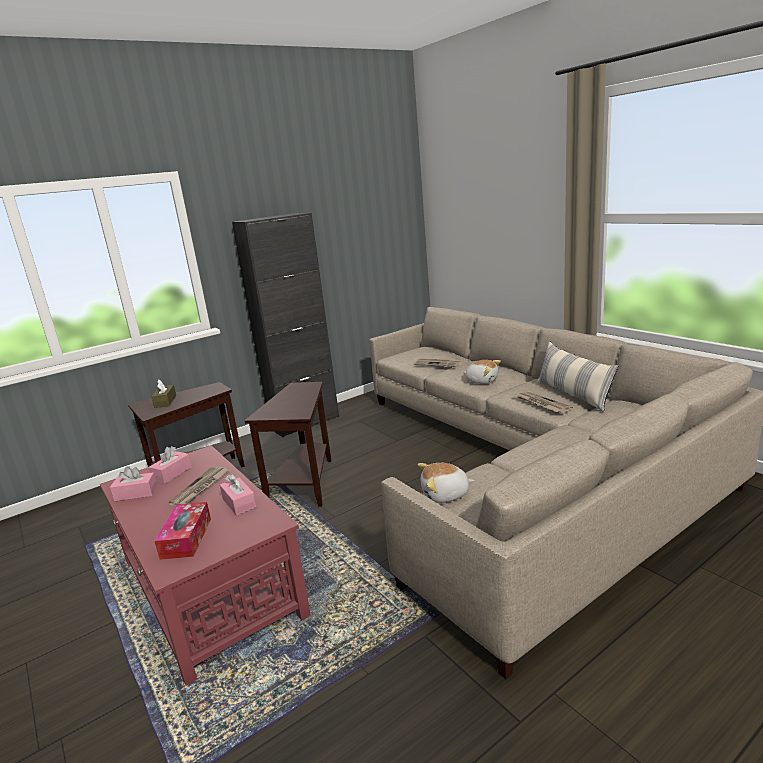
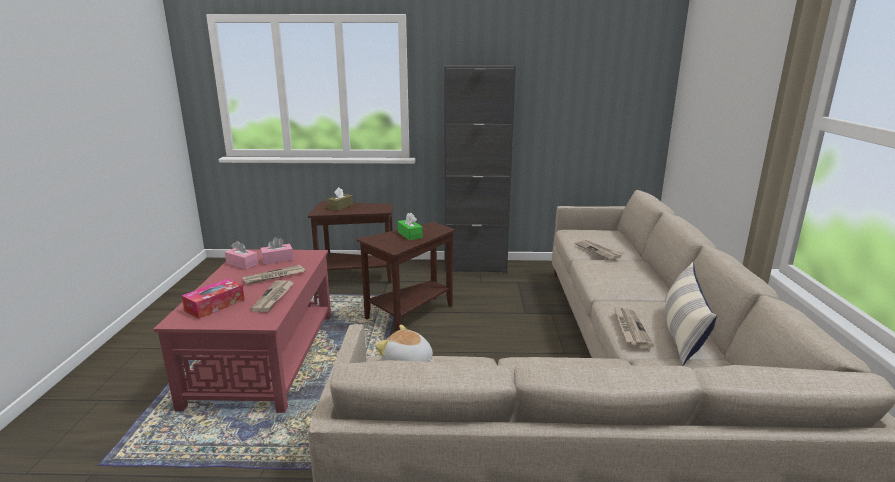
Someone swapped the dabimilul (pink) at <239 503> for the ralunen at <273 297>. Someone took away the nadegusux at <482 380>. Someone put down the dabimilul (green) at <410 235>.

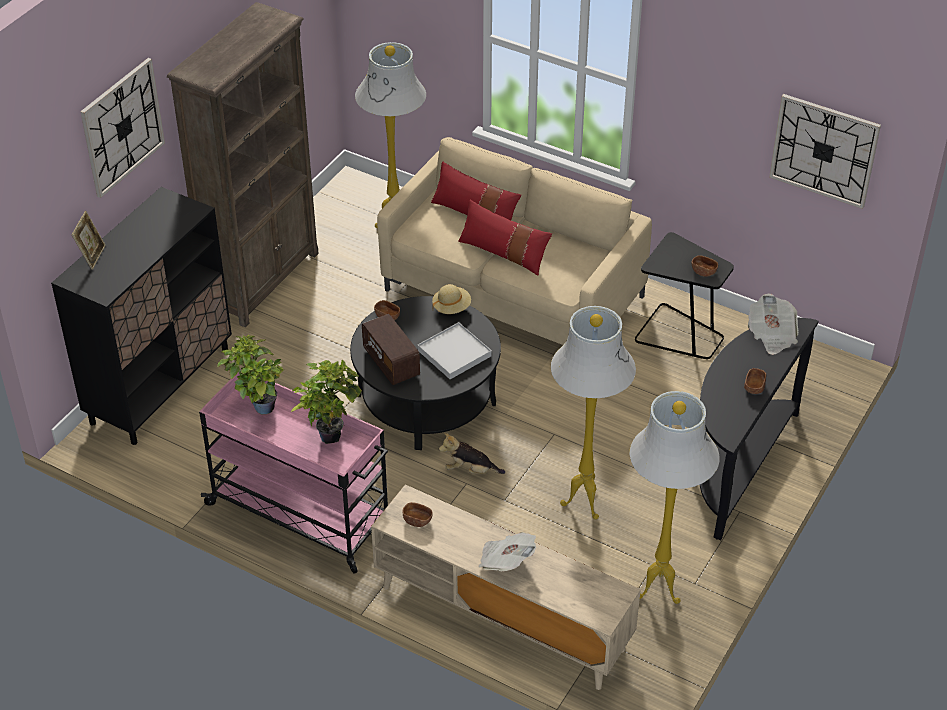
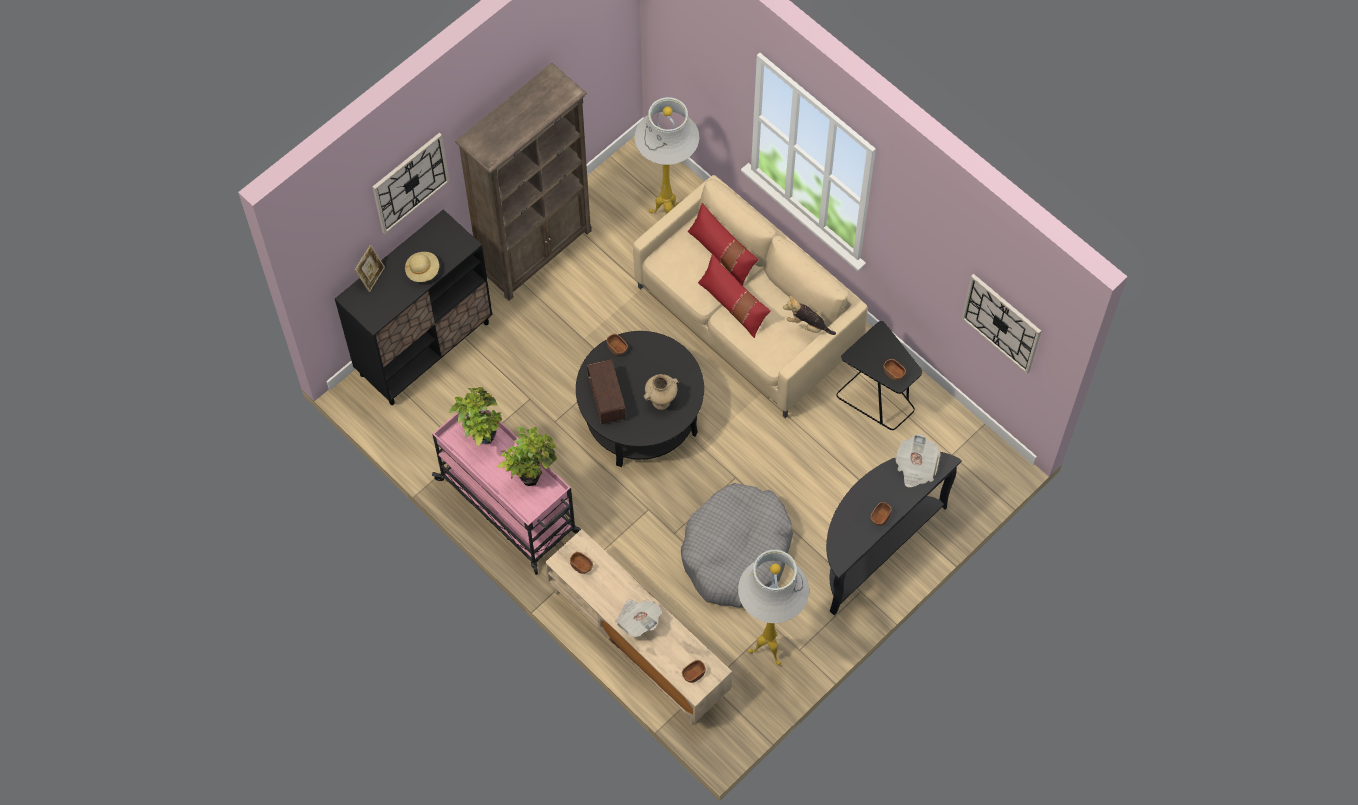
Someone swapped the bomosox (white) at <454 353> for the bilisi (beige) at <661 400>. Someone carried the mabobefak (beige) from <451 307> to <423 271>. Someone carried the nadegusux from <470 470> to <807 325>. Someone swapped the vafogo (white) at <583 503> for the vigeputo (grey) at <736 552>. Someone put down the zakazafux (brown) at <693 674>.

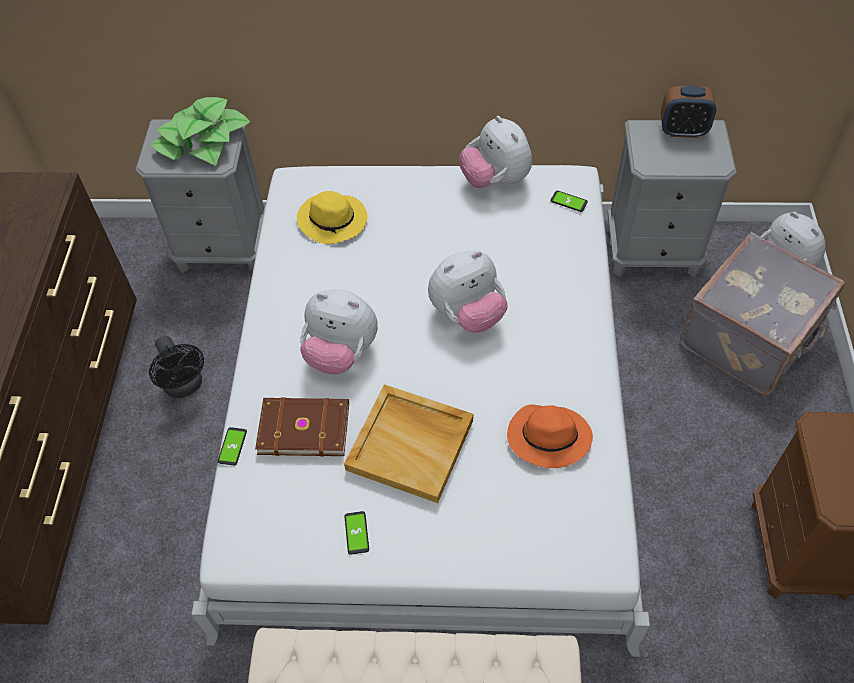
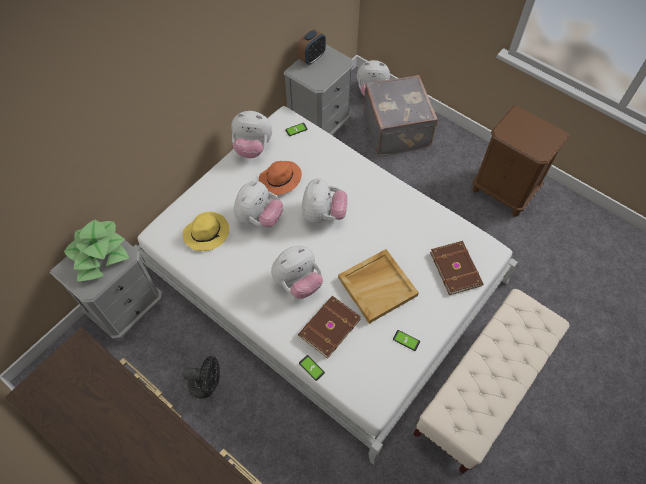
Someone carried the mabobefak (orange) from <547 438> to <280 180>. Someone put down the nadegusux at <259 218>. Someone put down the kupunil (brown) at <456 268>.

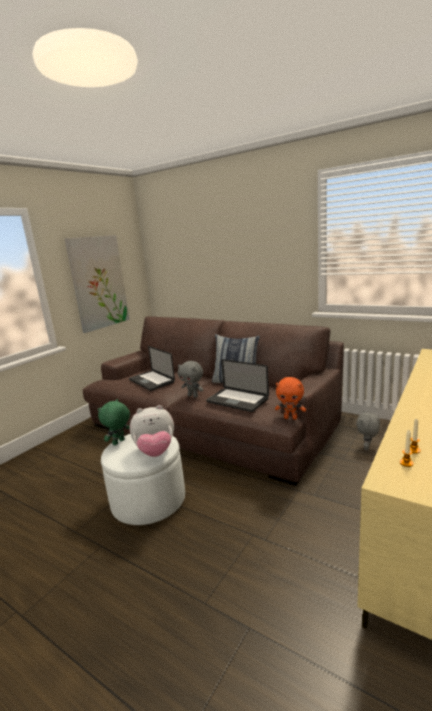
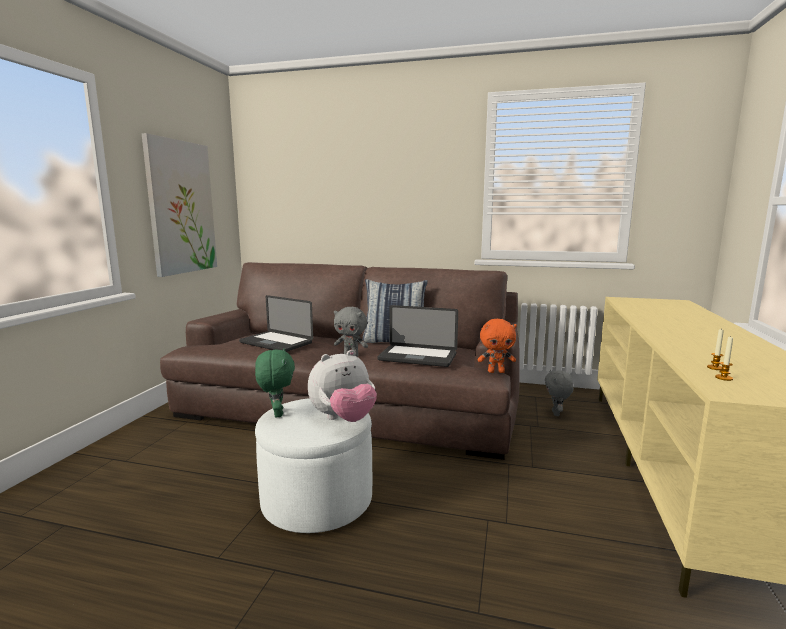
Someone rotated the nadegusux (green) at <119 442> by 150 degrees clockwise.

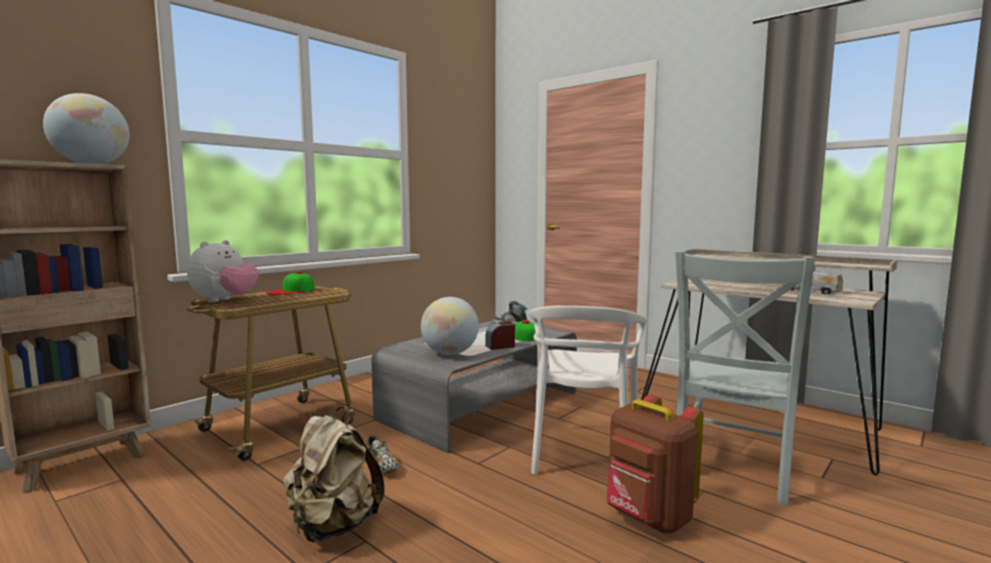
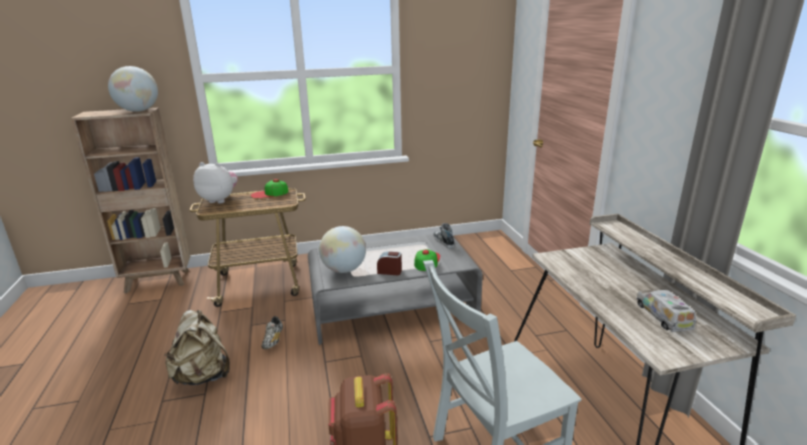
Someone rotated the nadegusux at <225 301> by 135 degrees counterclockwise. Someone took away the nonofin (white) at <582 452>.

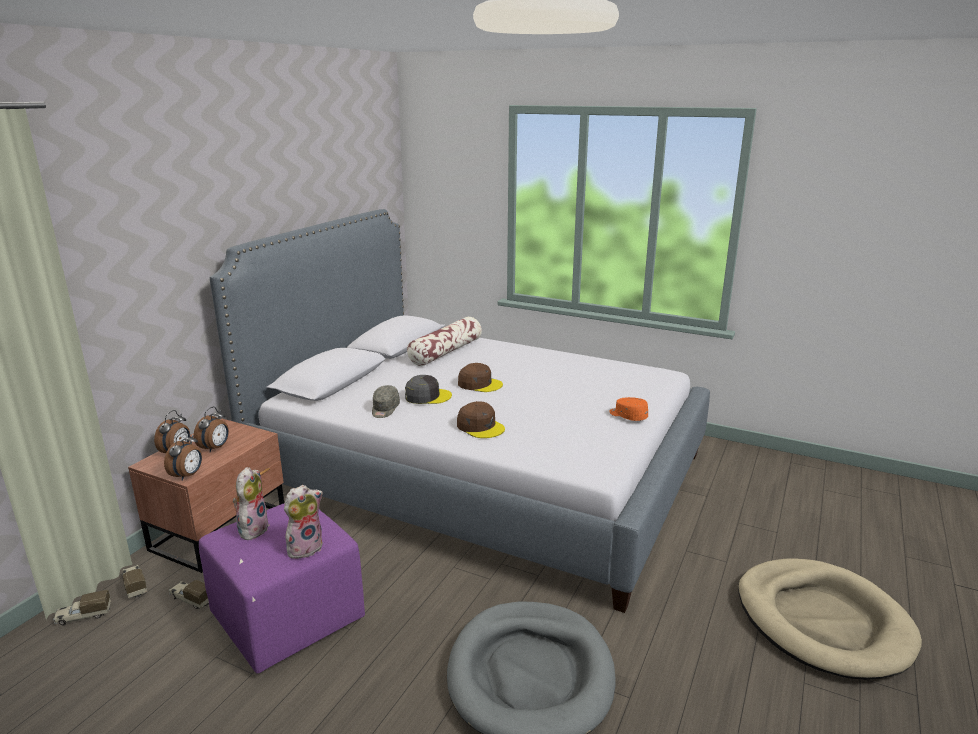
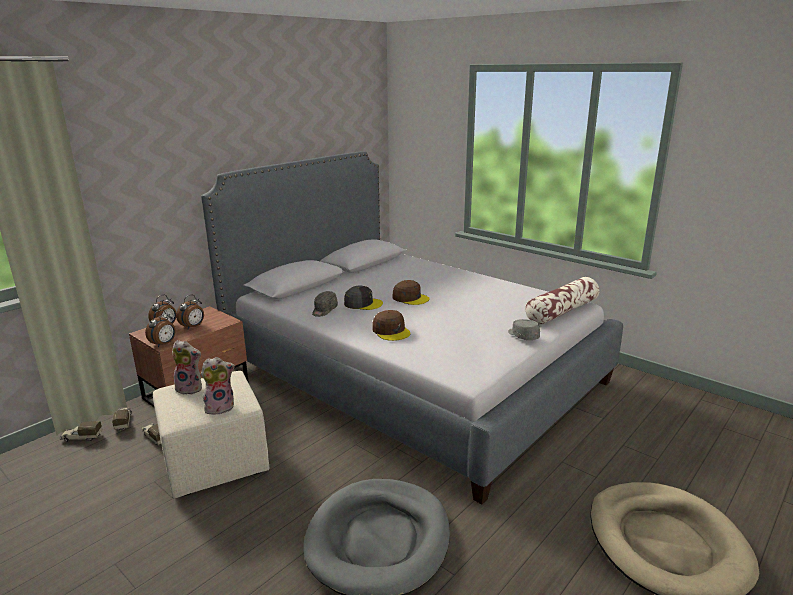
Someone repainted the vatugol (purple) at <287 620>, which became the vatugol (beige) at <214 463>. Someone rotated the nadegusux at <252 528> by 75 degrees clockwise. Someone carried the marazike from <446 352> to <562 311>. Someone repainted the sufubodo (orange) at <627 416>, which became the sufubodo (grey) at <522 336>.

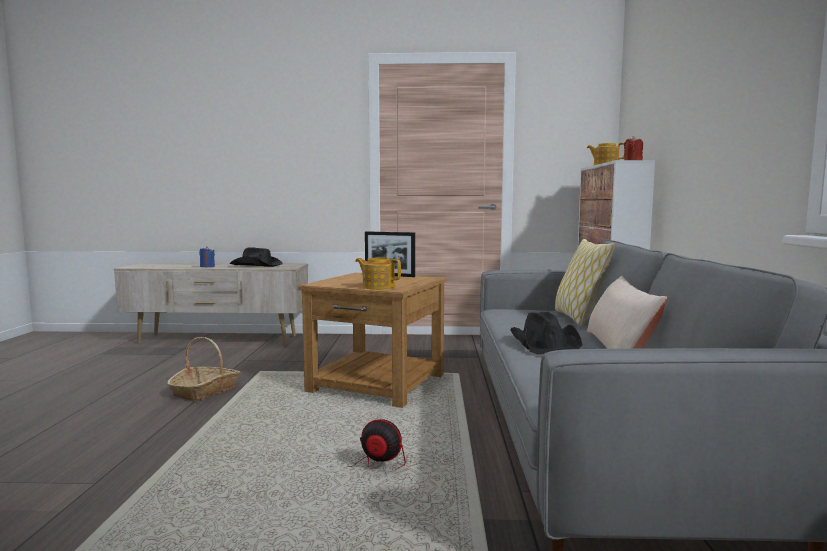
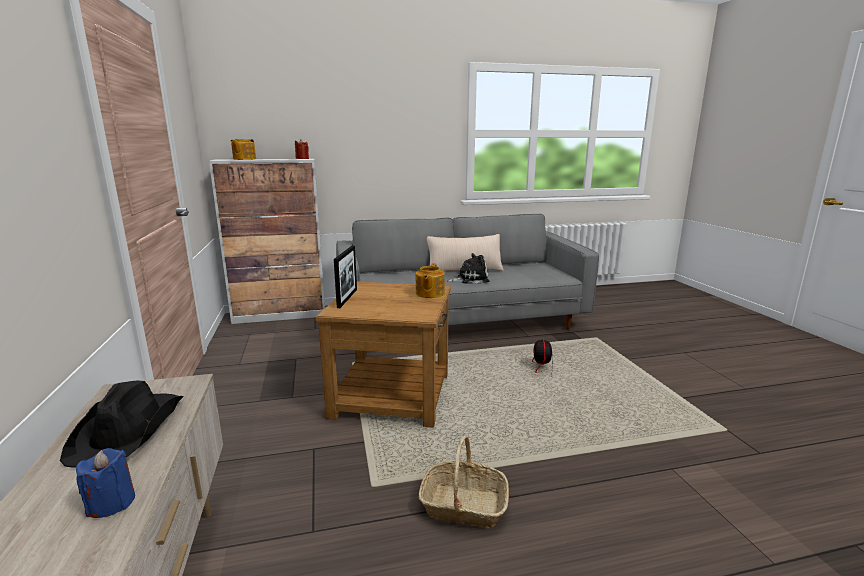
Someone swapped the mabobefak (black) at <545 343> for the nadegusux at <470 279>. Someone took away the marazike at <579 318>.

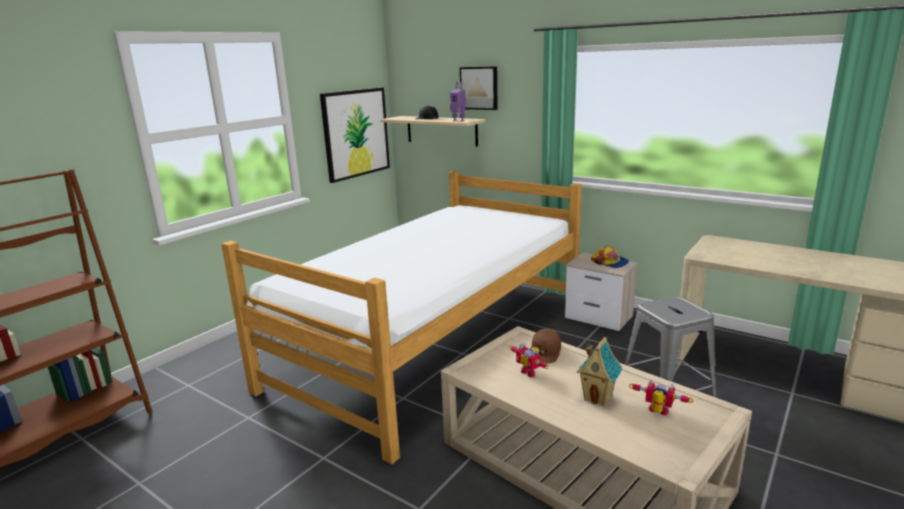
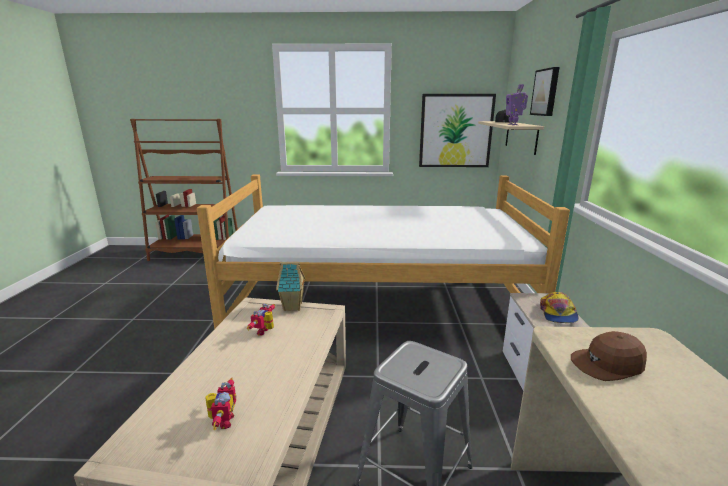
Someone carried the sufubodo (brown) from <544 352> to <607 364>. Someone carried the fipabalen from <598 398> to <293 307>.

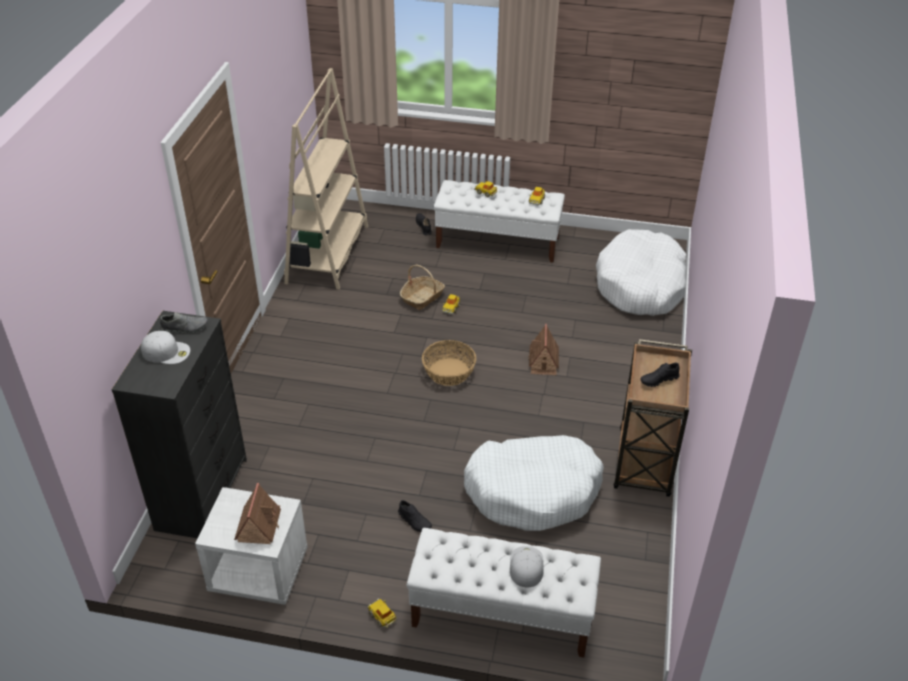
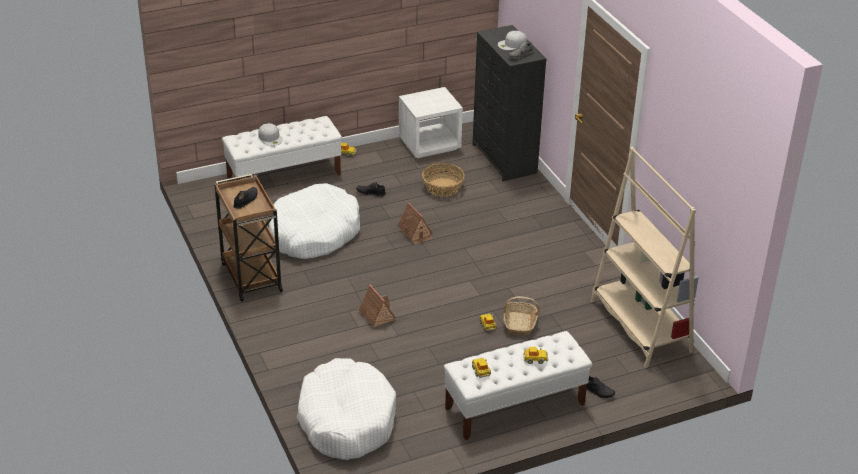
Someone carried the fipabalen from <259 524> to <415 232>. Someone carried the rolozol from <449 371> to <443 187>.

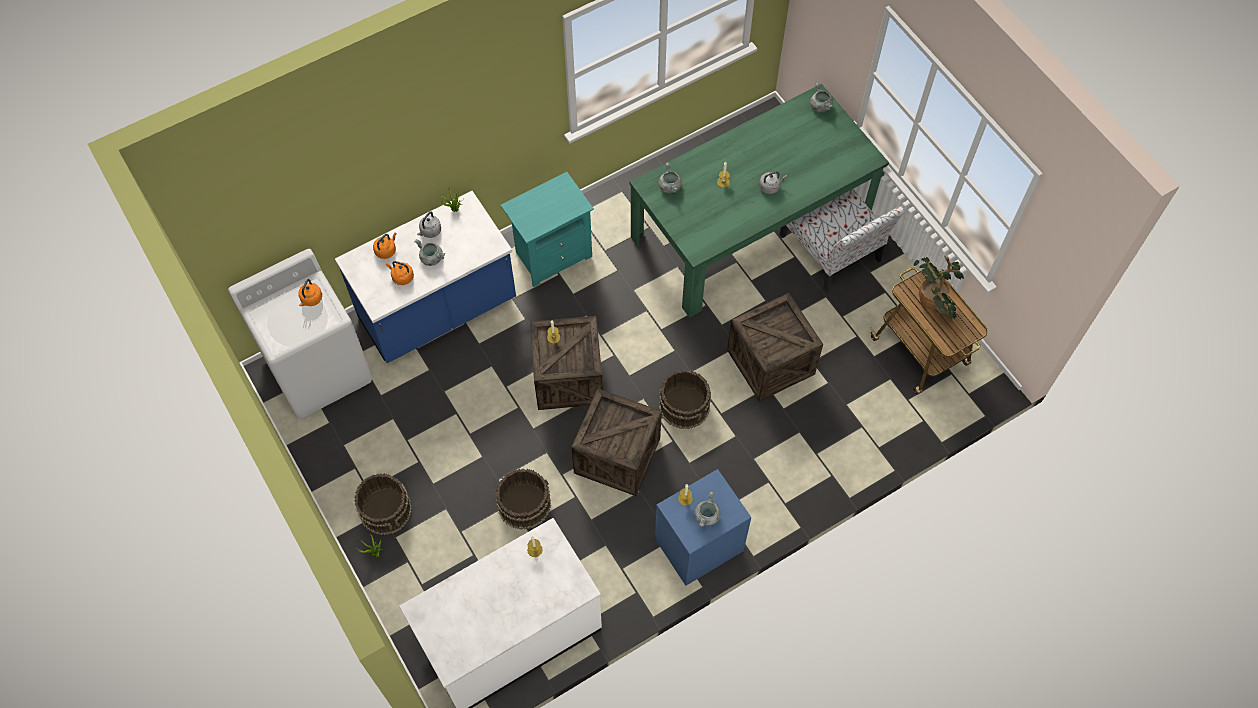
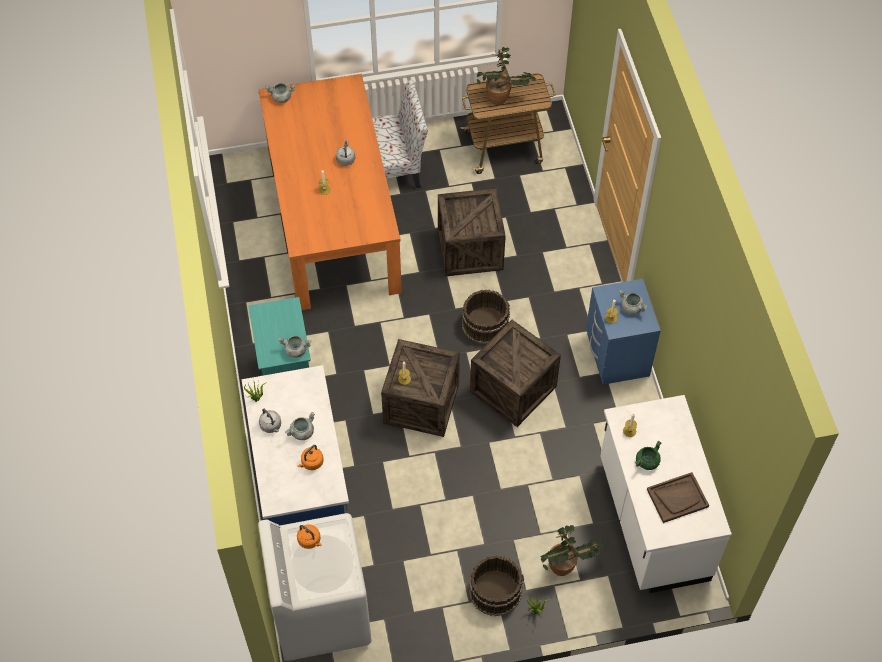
Someone took away the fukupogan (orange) at <386 250>. Someone took away the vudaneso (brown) at <524 504>. Someone repainted the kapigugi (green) at <751 227>, which became the kapigugi (orange) at <332 218>. Someone carried the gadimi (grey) from <669 186> to <295 350>. Someone put down the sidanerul at <566 567>. Someone put down the gadimi (green) at <647 462>. Someone put down the bomosox (brown) at <677 498>.

